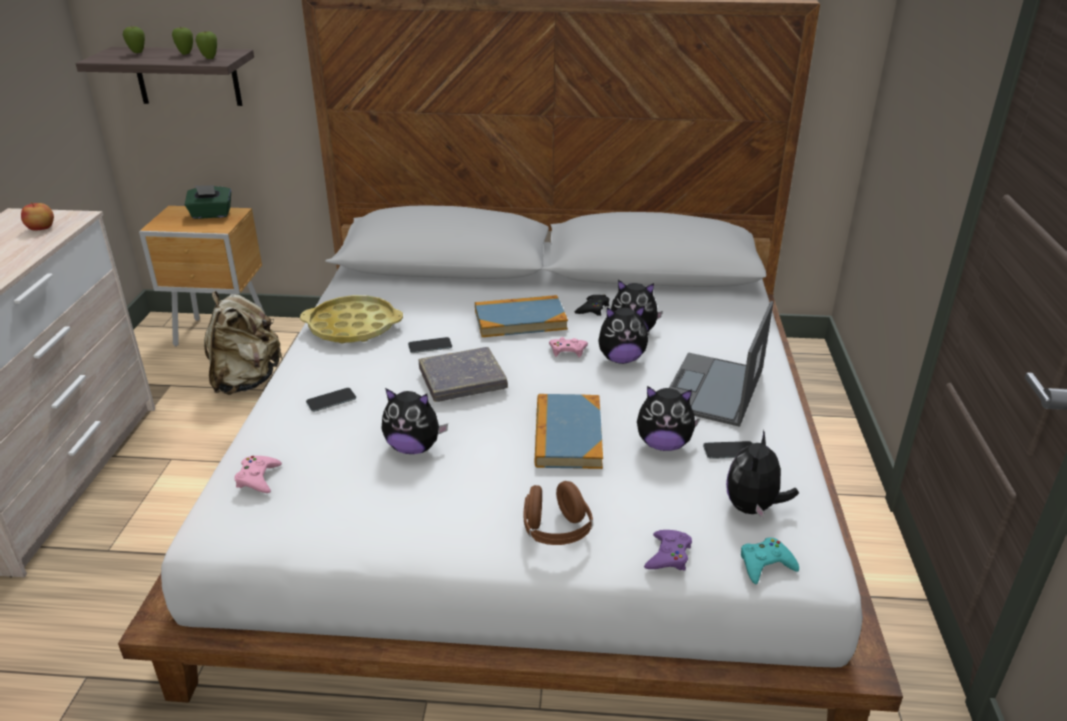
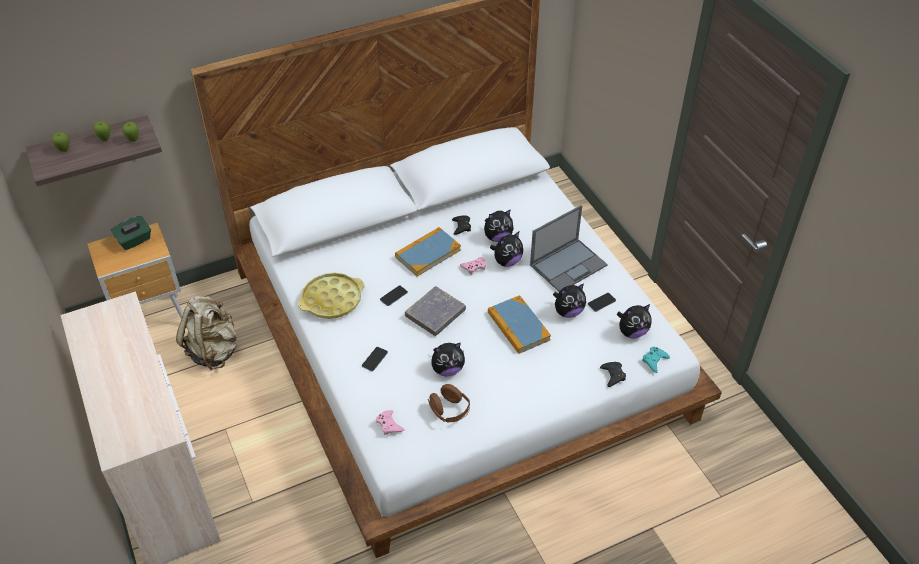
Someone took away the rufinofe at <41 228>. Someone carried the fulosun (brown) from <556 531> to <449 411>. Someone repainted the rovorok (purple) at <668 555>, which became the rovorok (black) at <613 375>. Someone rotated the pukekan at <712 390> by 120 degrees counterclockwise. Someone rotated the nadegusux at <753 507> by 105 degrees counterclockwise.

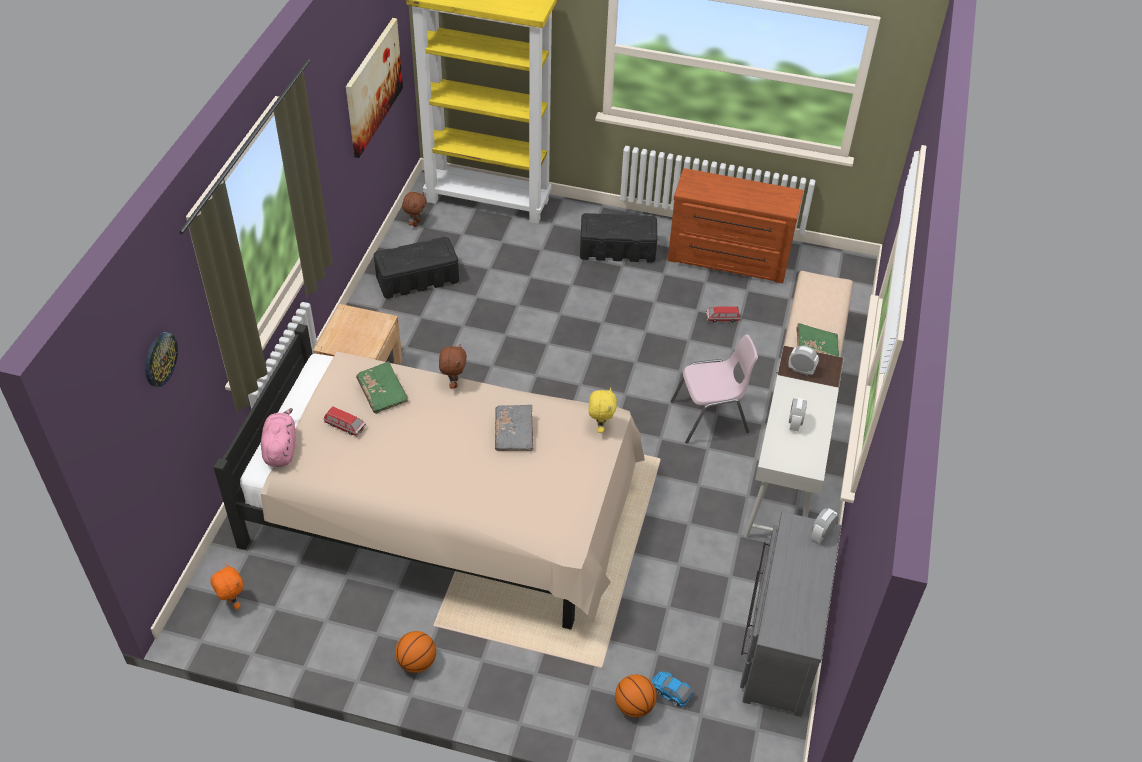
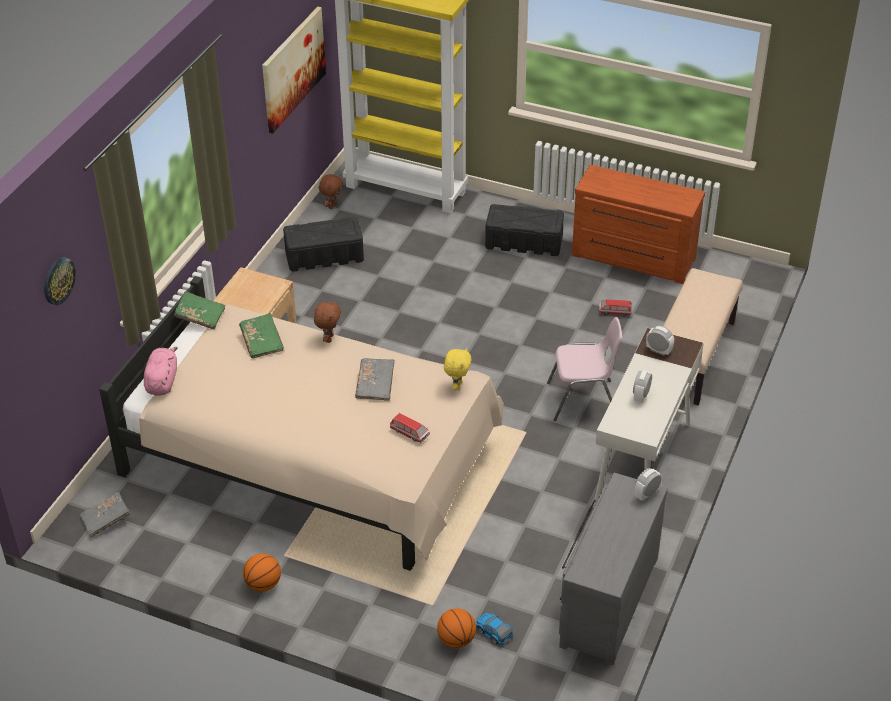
Someone swapped the nadegusux (orange) at <232 602> for the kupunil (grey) at <106 519>. Someone carried the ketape from <345 426> to <409 433>. Someone carried the kupunil (green) from <816 347> to <200 316>.

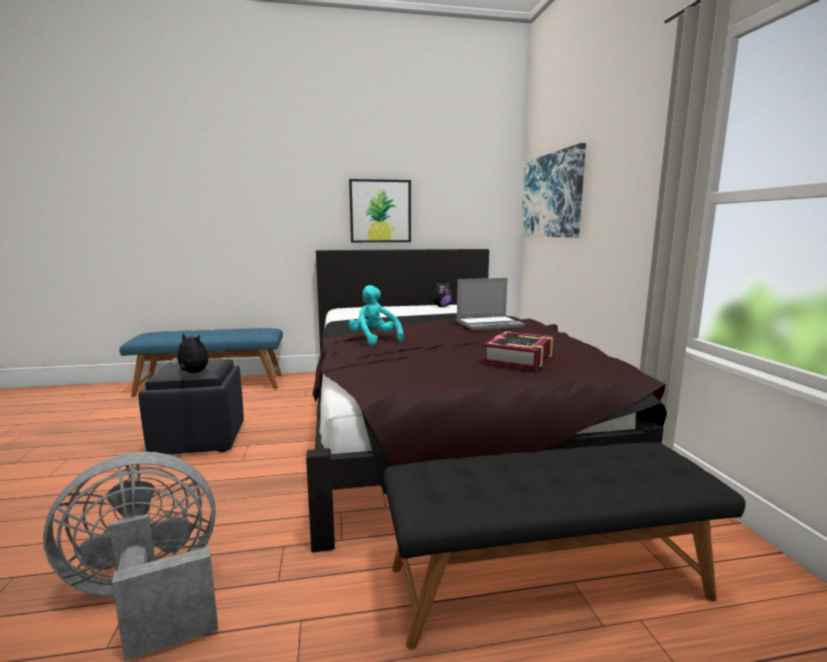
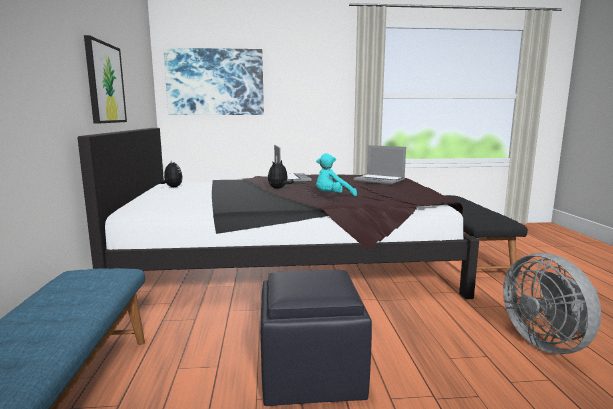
Someone carried the nadegusux from <192 373> to <279 188>. Someone swapped the kupunil at <519 357> for the pukekan at <380 180>.

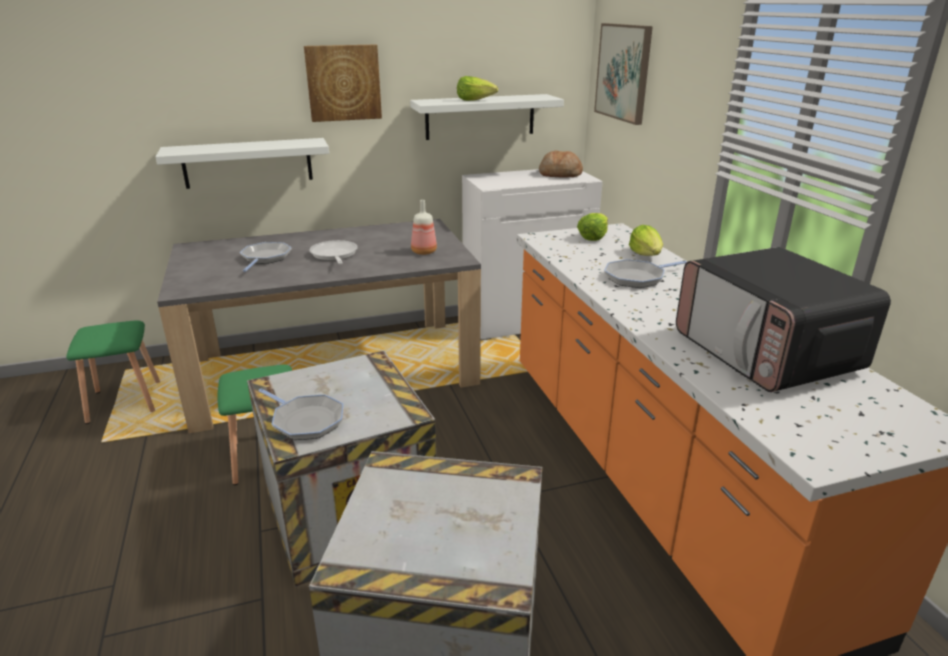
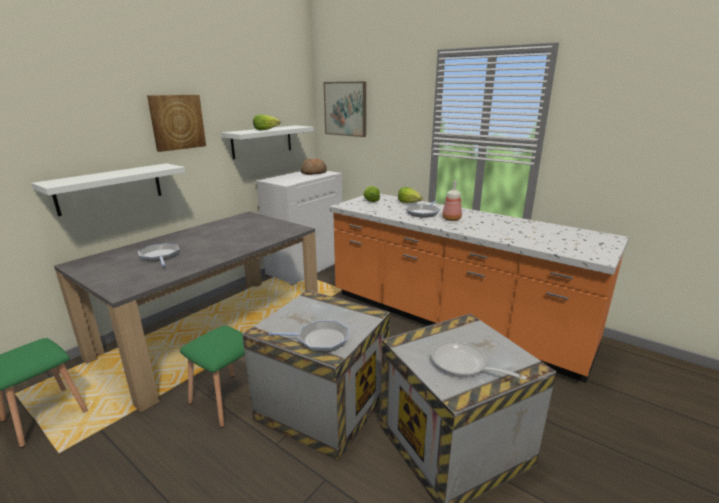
Someone carried the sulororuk from <334 255> to <463 365>. Someone carried the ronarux from <423 252> to <451 219>. Someone took away the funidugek at <765 354>.

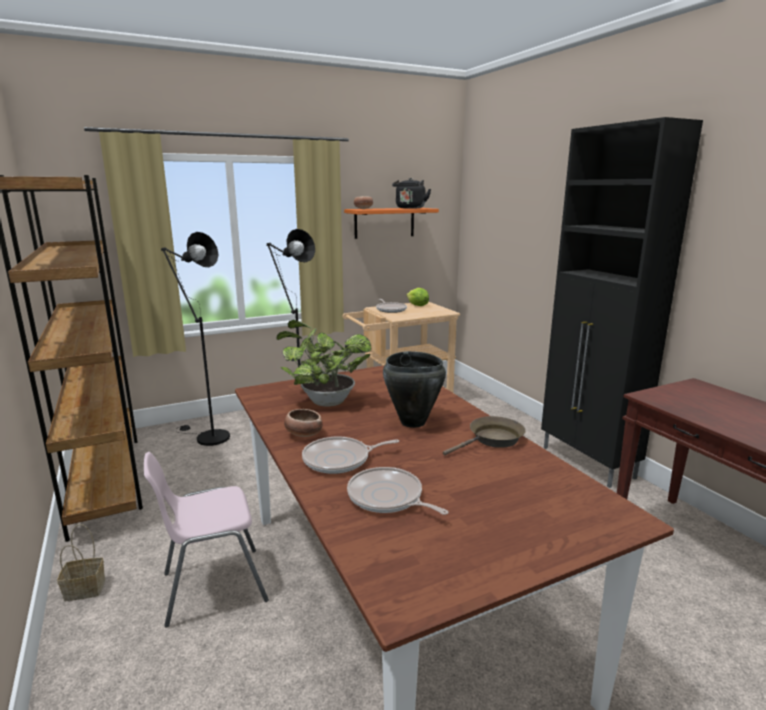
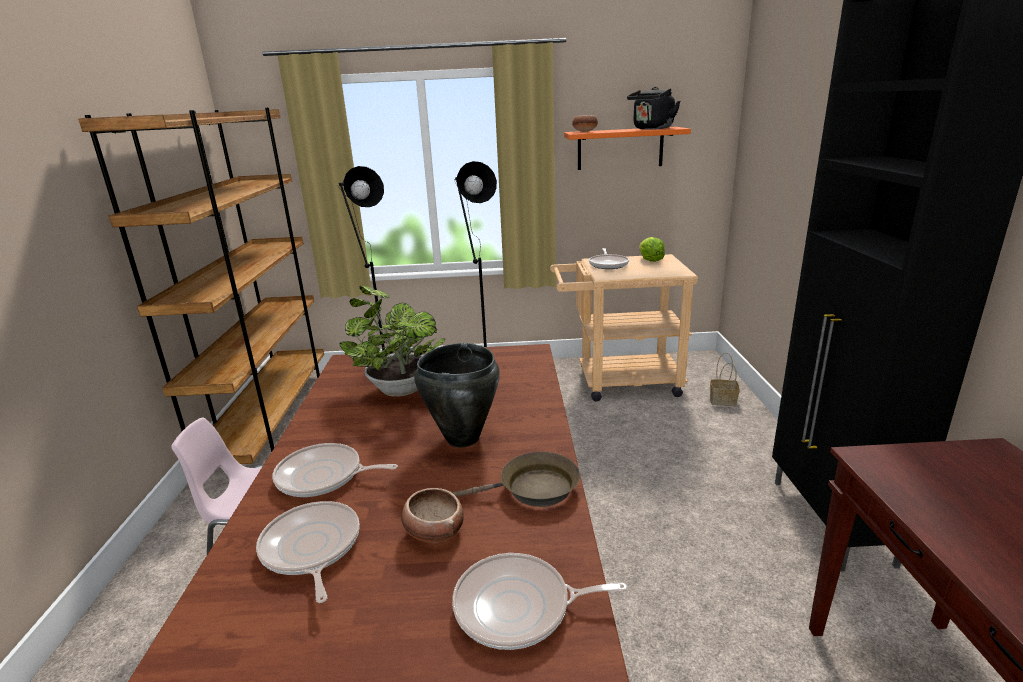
Someone carried the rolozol from <86 589> to <723 400>. Someone carried the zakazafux from <303 434> to <434 531>. Someone put down the sulororuk at <518 607>.

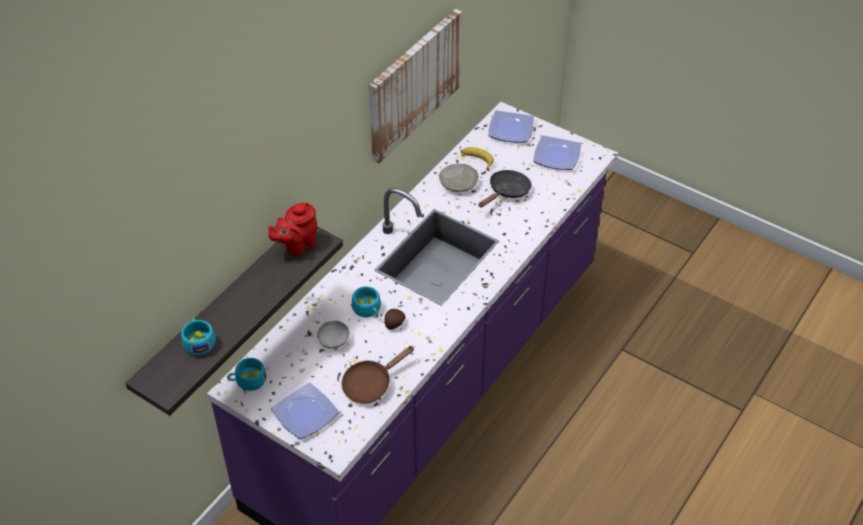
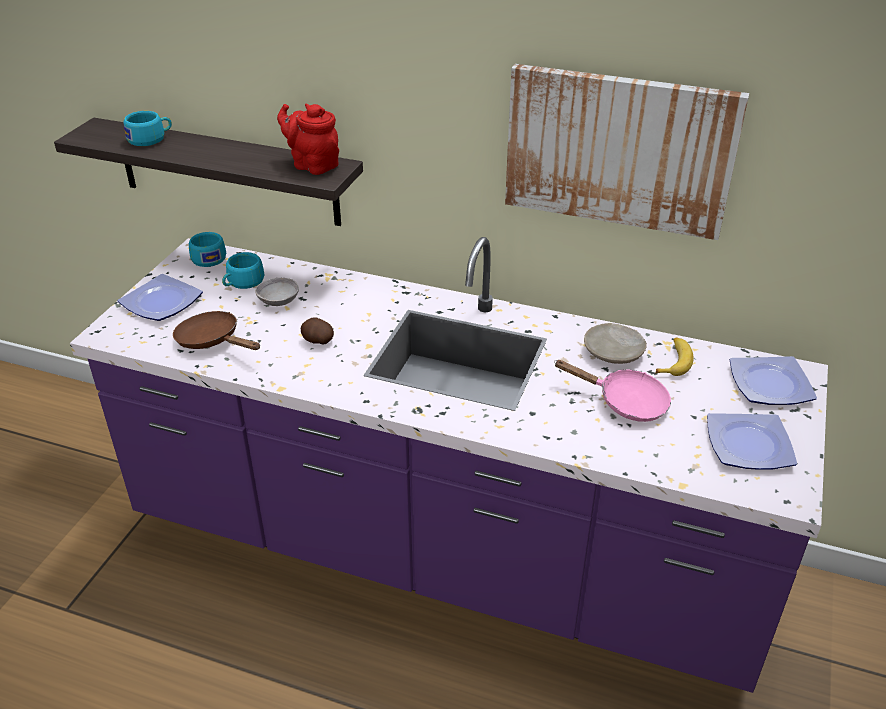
Someone carried the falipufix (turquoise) from <368 310> to <242 282>. Someone repainted the sulororuk (black) at <507 192>, which became the sulororuk (pink) at <625 402>.

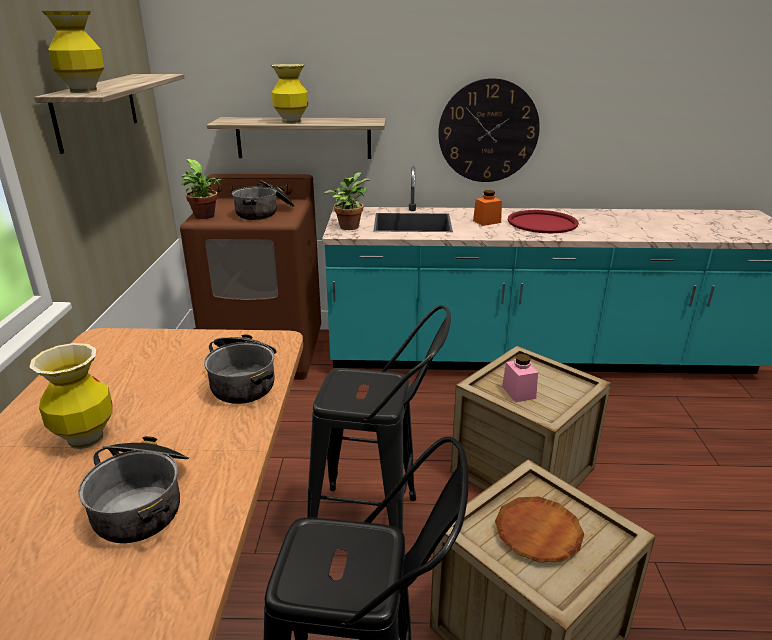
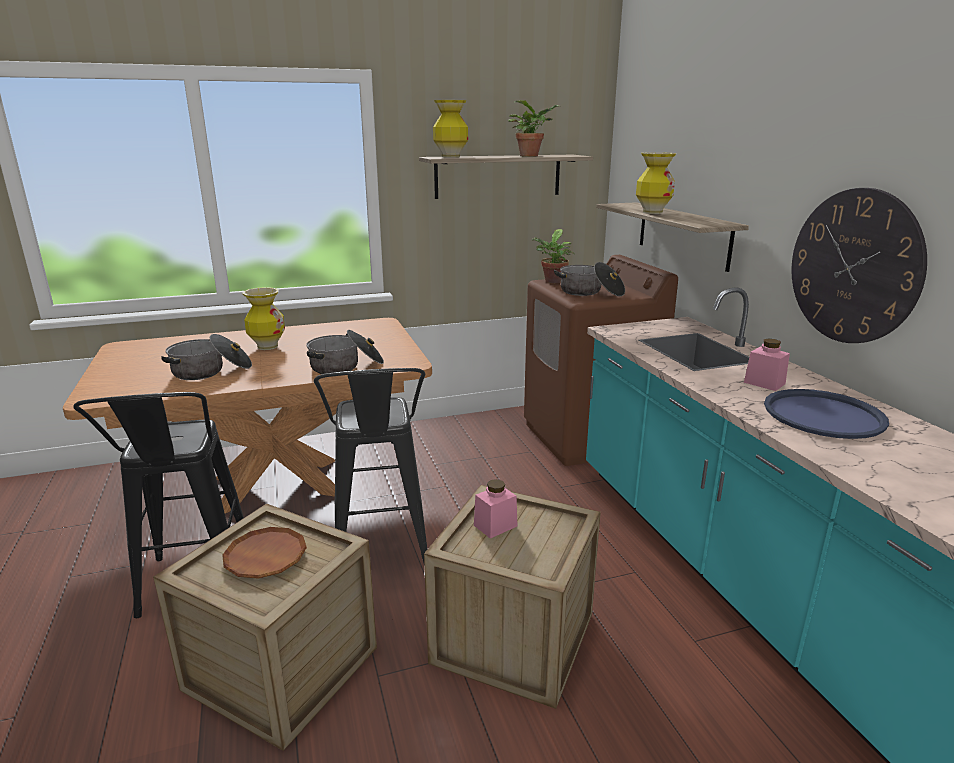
Someone carried the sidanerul from <349 226> to <531 156>. Someone repainted the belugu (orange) at <487 221>, which became the belugu (pink) at <764 383>. Someone repainted the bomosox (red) at <542 223>, which became the bomosox (blue) at <823 415>.

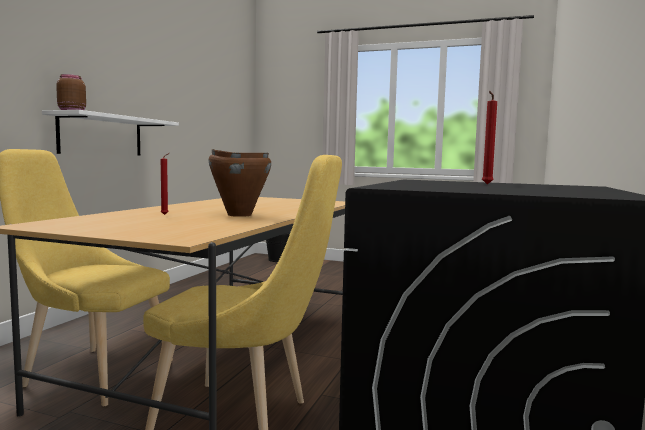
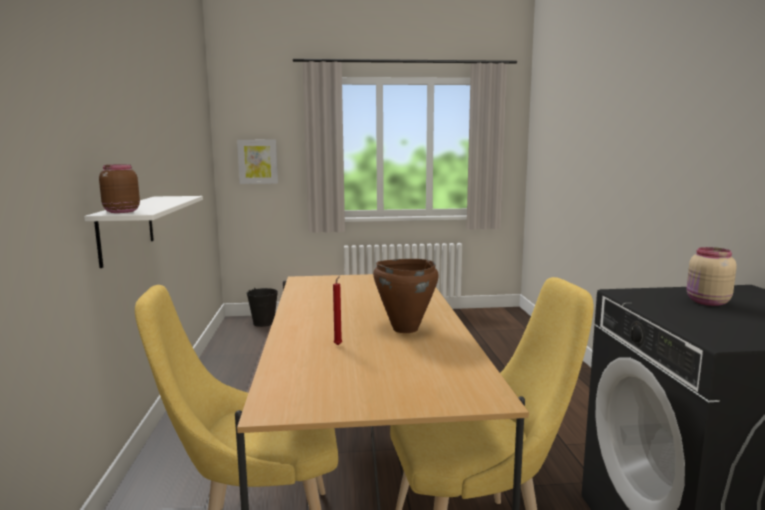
Someone swapped the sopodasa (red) at <486 184> for the belugu (beige) at <707 302>. Someone put up the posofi at <258 161>.

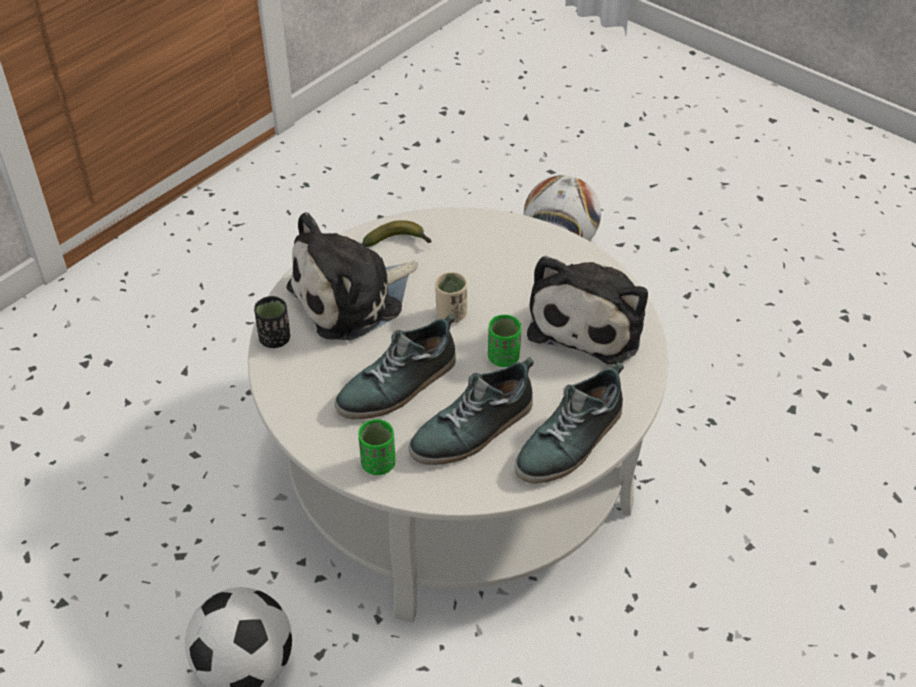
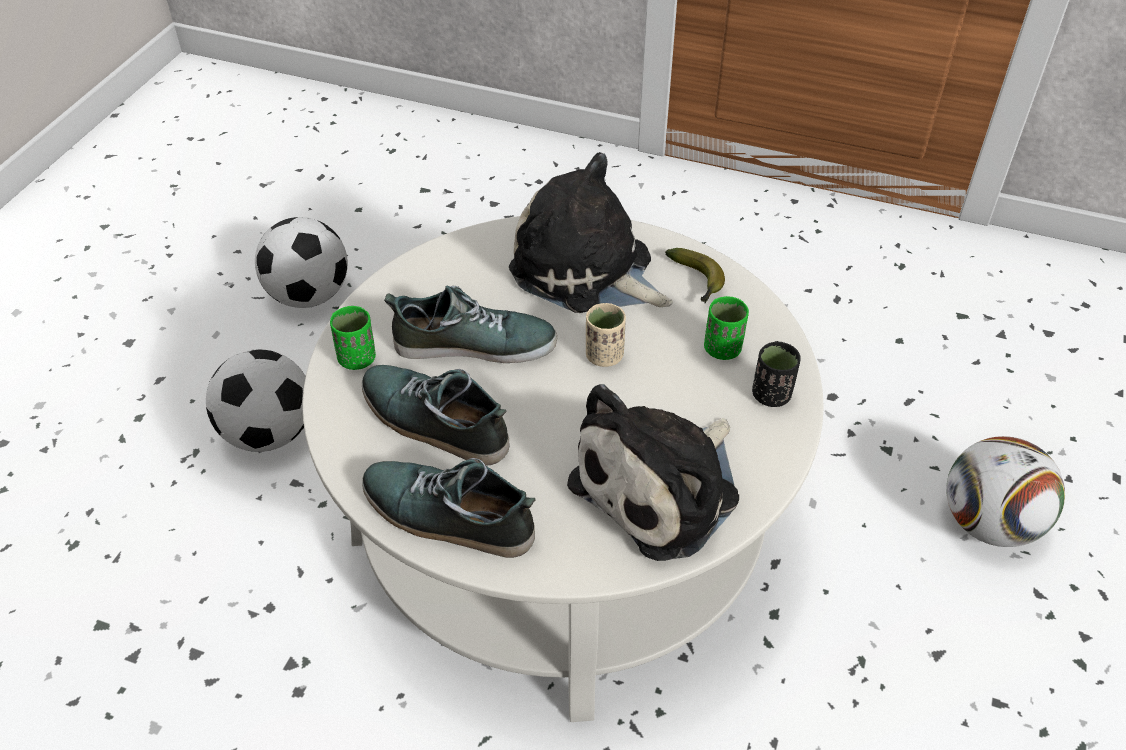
Someone carried the falipufix (black) from <275 339> to <771 395>. Someone rotated the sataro at <398 385> by 150 degrees clockwise. Someone carried the falipufix (green) from <503 357> to <722 349>. Someone rotated the nadegusux at <590 321> by 45 degrees counterclockwise. Someone put down the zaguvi at <308 296>.

